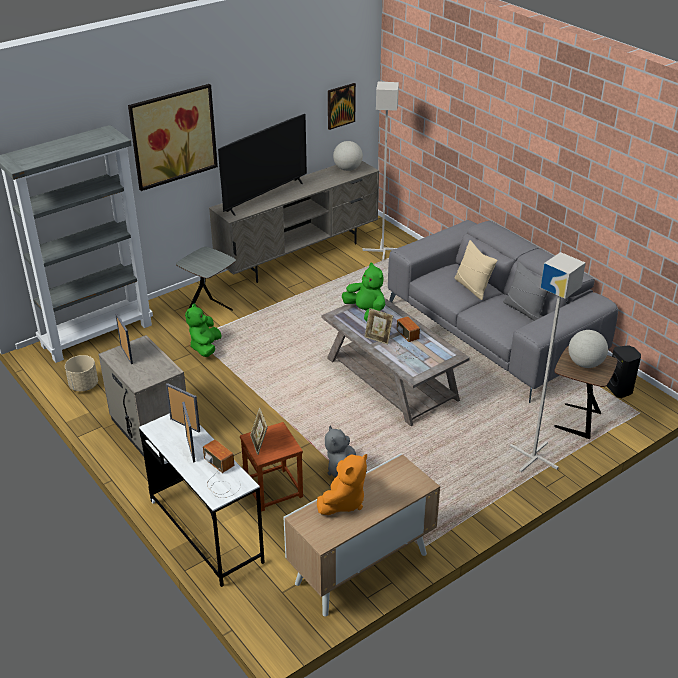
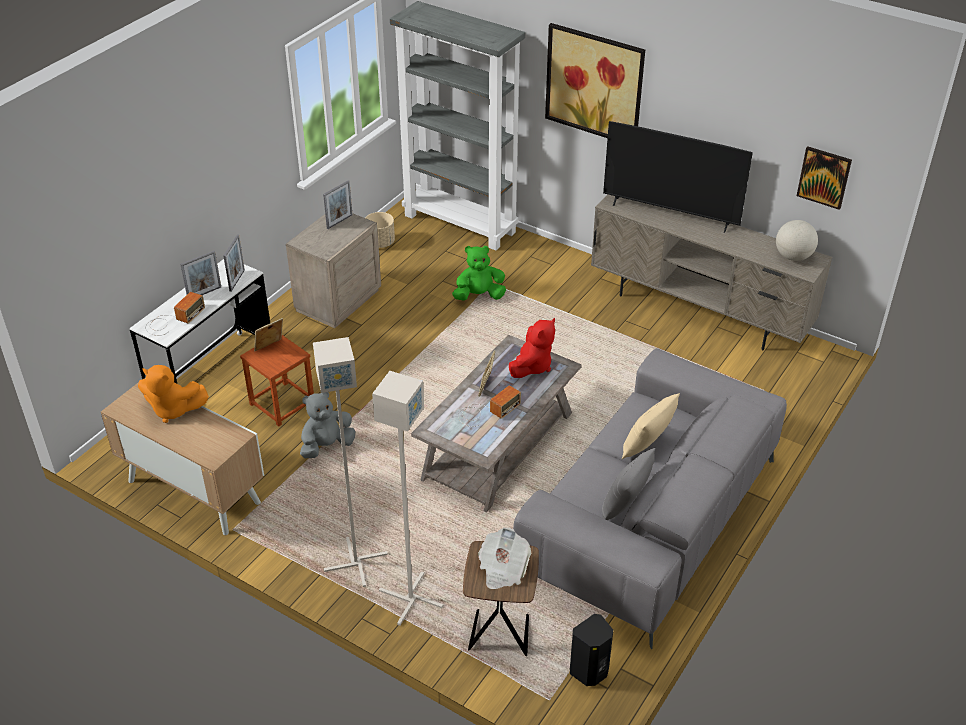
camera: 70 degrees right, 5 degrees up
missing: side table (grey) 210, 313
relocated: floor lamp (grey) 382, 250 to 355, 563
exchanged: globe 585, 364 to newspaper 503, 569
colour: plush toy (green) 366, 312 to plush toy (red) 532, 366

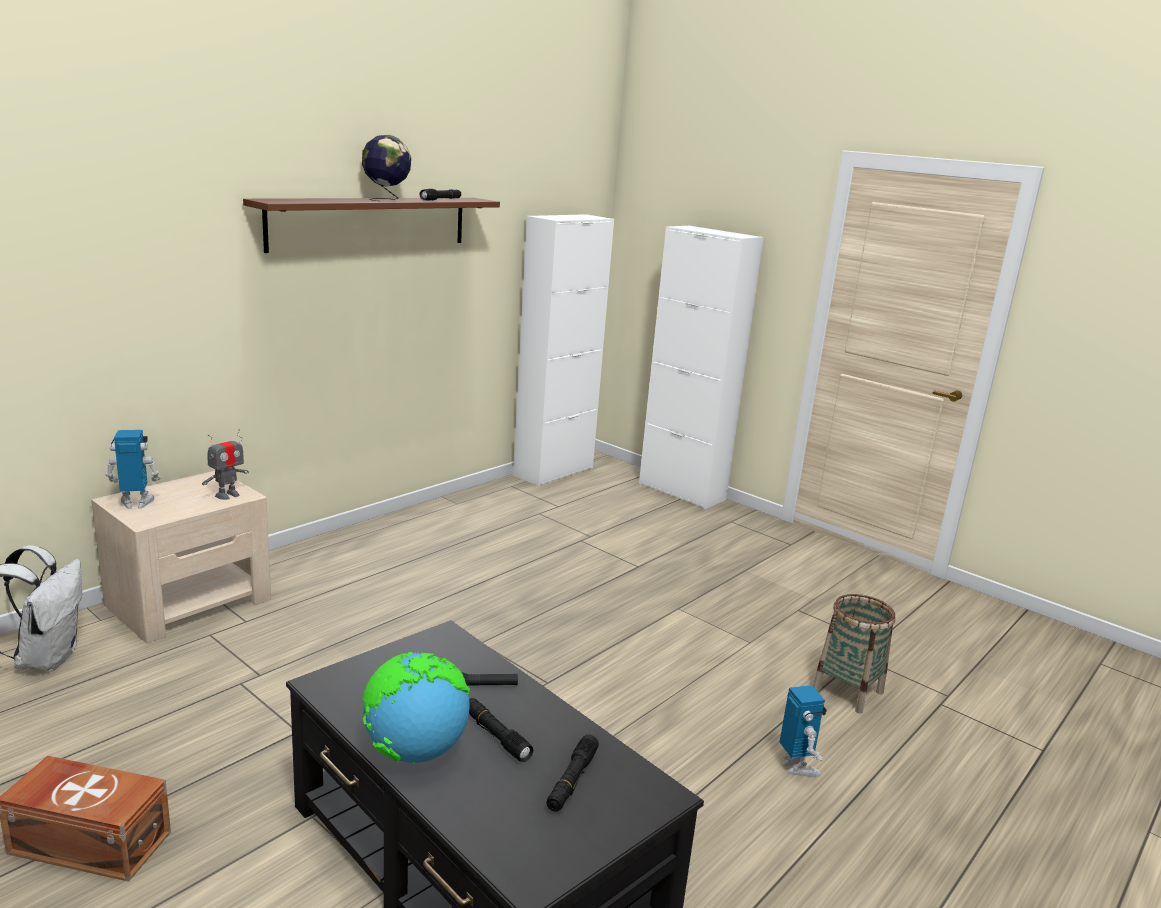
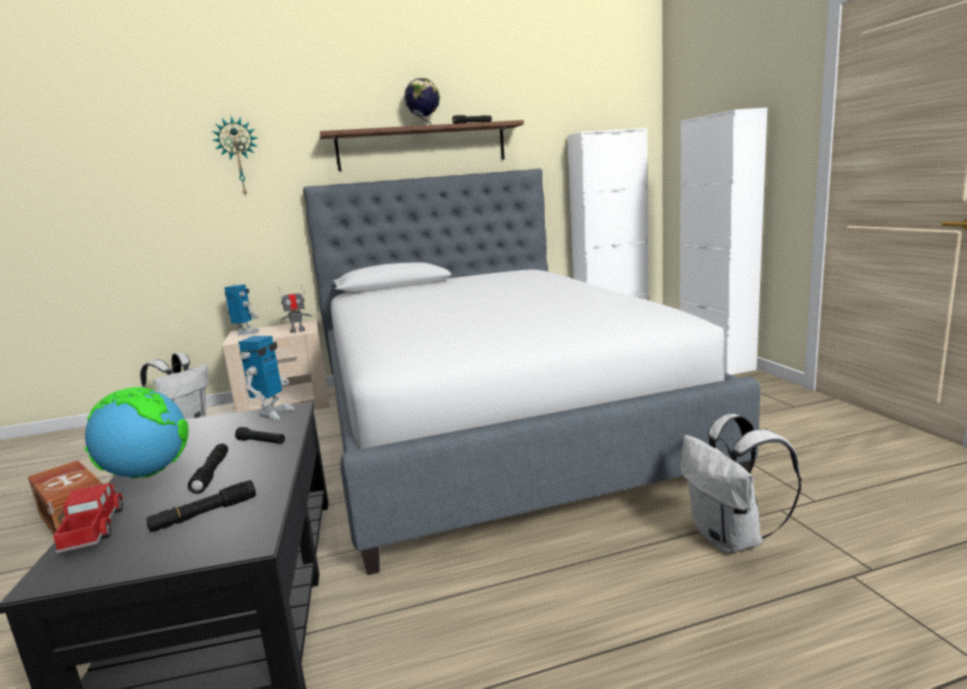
camera: 35 degrees right, 5 degrees down
appeared: toy truck 93, 529; wall clock 238, 157; bed 490, 423
relocated: toy robot 796, 767 to 272, 413
exchanged: basket 847, 691 to backpack (white) 730, 539

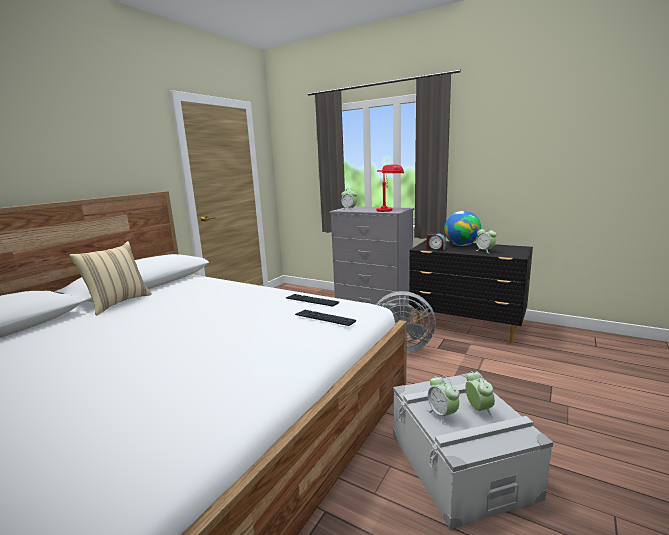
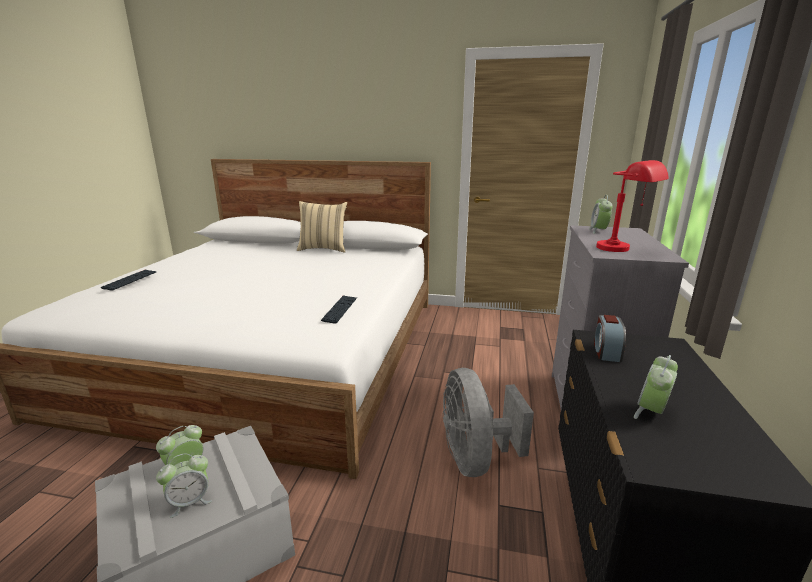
camera: 70 degrees right, 5 degrees up
missing: globe 461, 245
relocated: keyboard 325, 318 to 130, 280

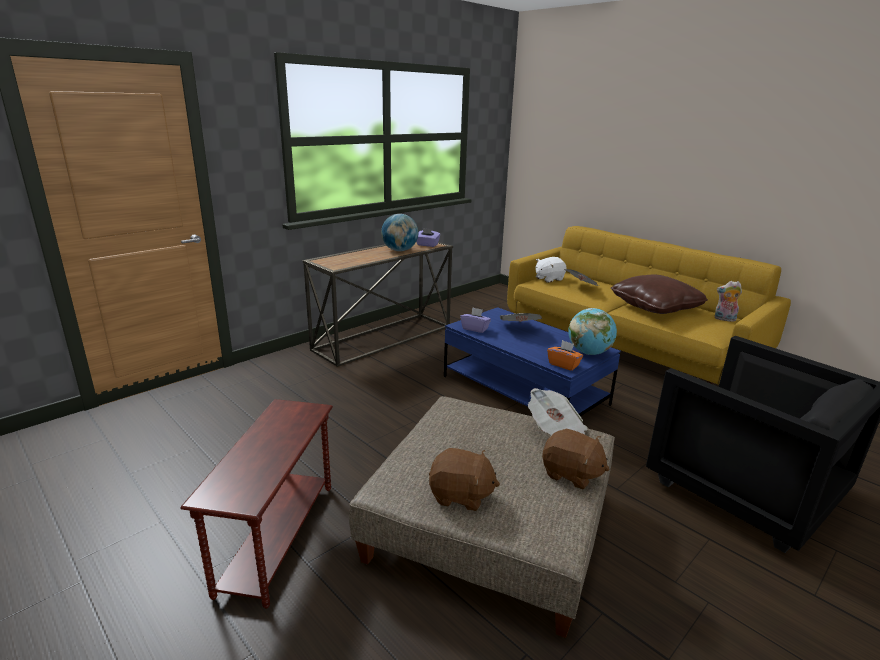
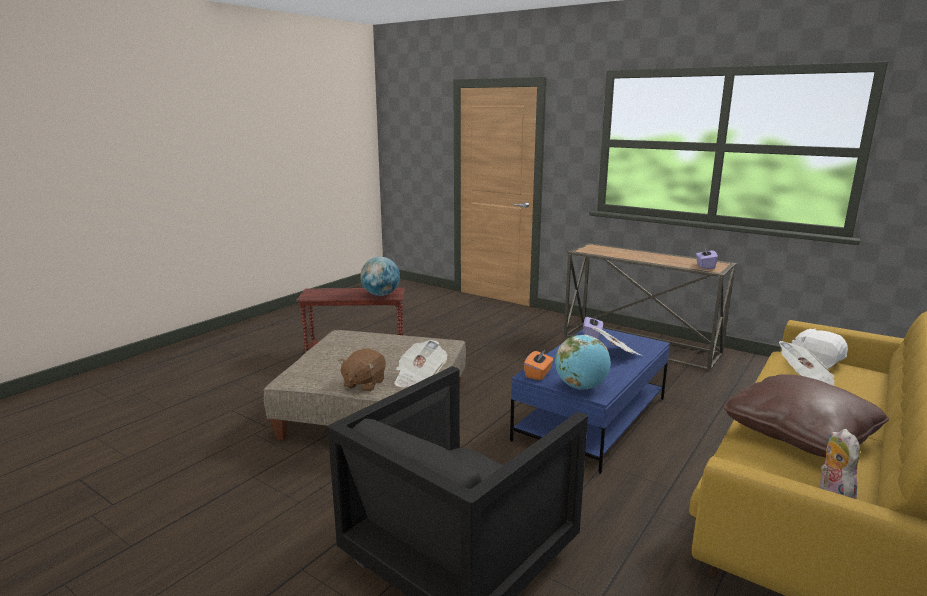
camera: 80 degrees right, 5 degrees down
missing: plush toy (brown) 461, 495
relocated: globe 399, 250 to 380, 295

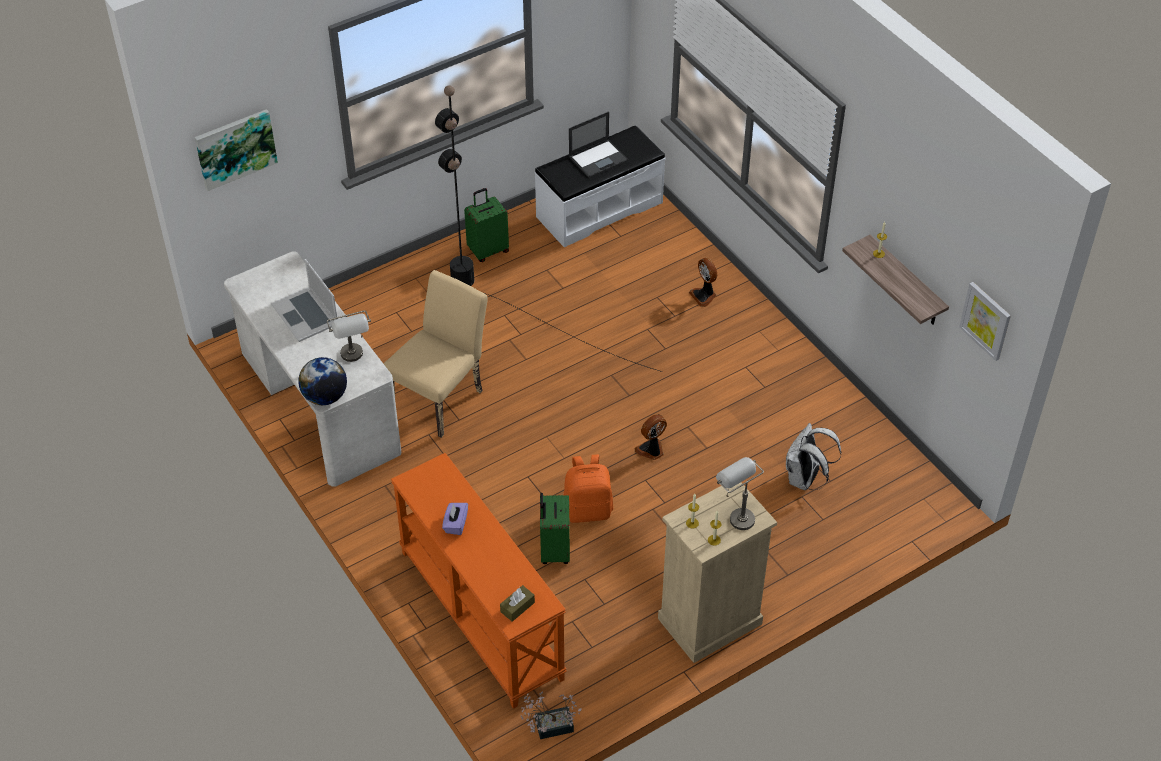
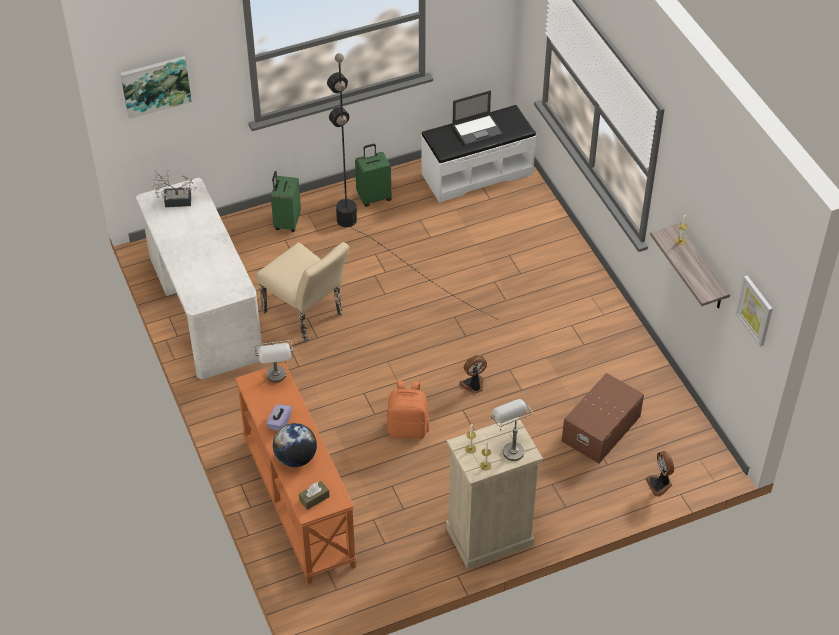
camera: 10 degrees right, 0 degrees up
missing: laptop 305, 314
relocated: globe 325, 397 to 295, 458; table lamp (grey) 354, 358 to 277, 380; potted plant 549, 726 to 174, 200; suitcase (green) 553, 550 to 286, 222; fan 704, 295 to 660, 484
exchanged: backpack (white) 805, 479 to storage box (brown) 600, 428
spun: chair (beige) 441, 396 = 307, 316 90 degrees clockwise

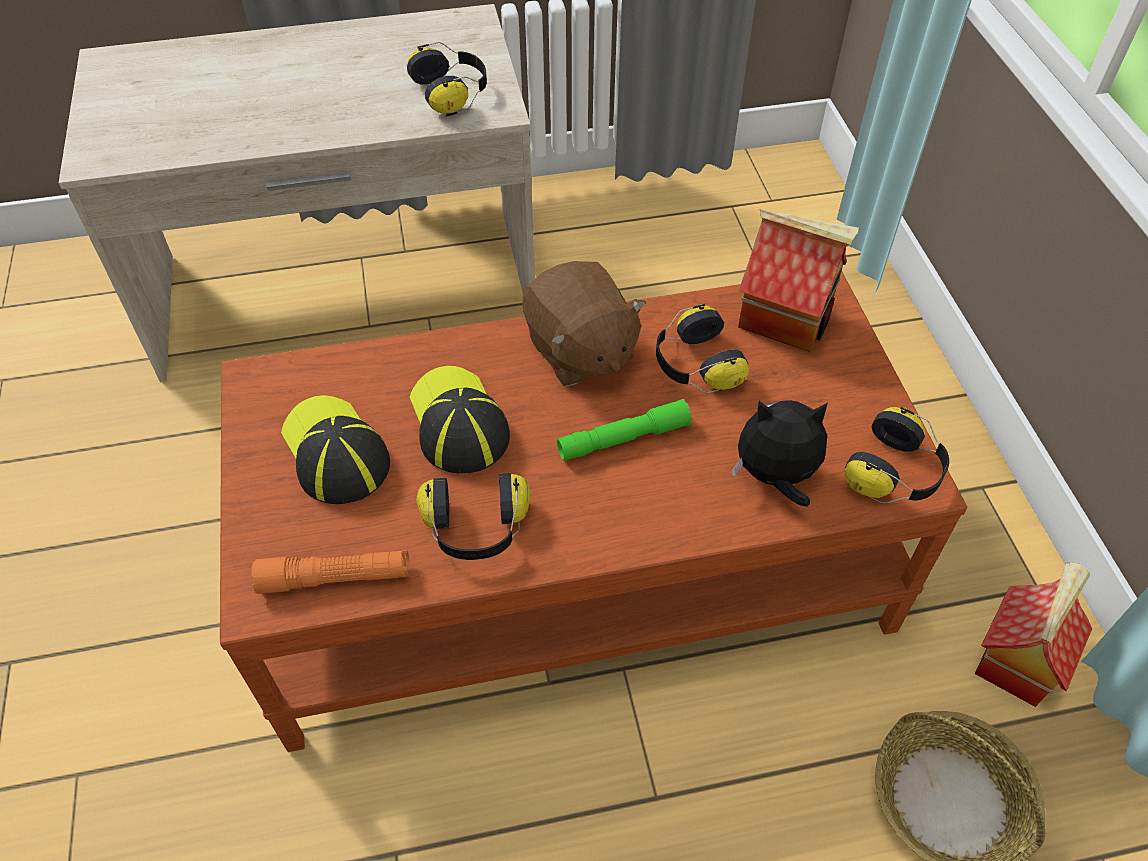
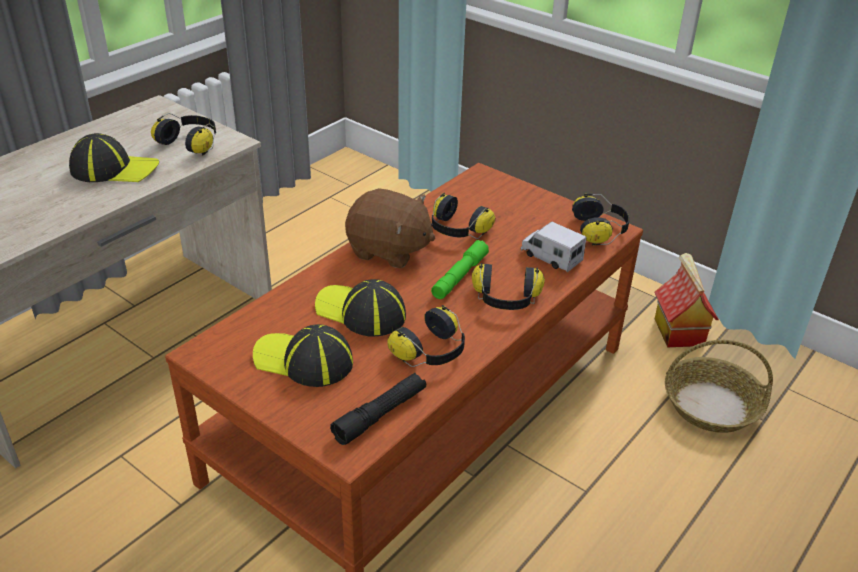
camera: 40 degrees left, 15 degrees down
missing: toy house 786, 318
appeared: cap 114, 169; headphones 506, 300
exchanged: plush toy 775, 477 to toy truck 551, 257
colour: flashlight (orange) 335, 578 to flashlight (black) 380, 415

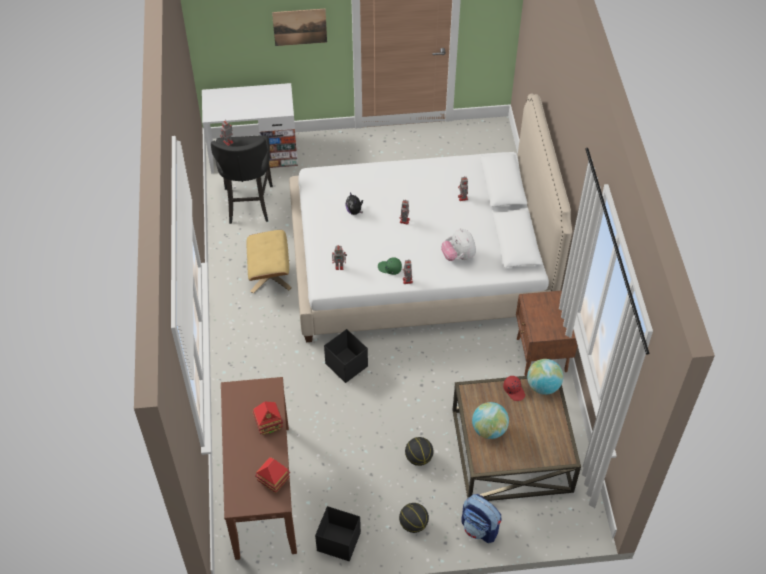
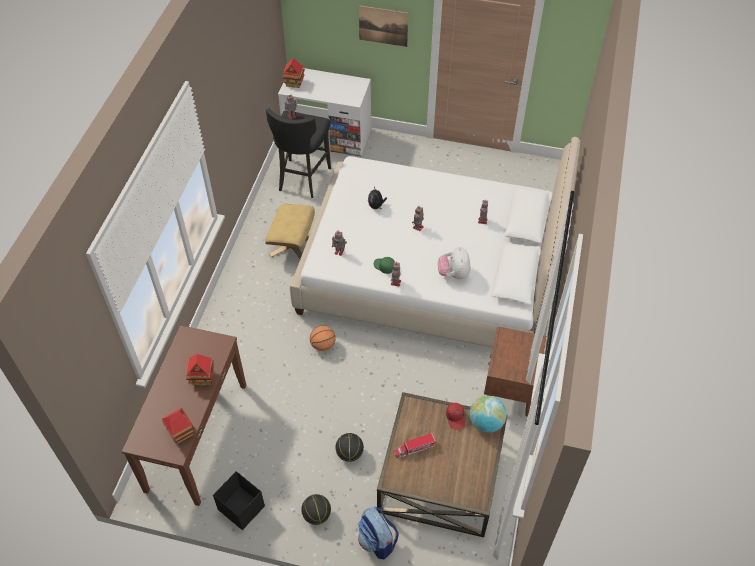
camera: 20 degrees right, 0 degrees up
appeared: toy house 294, 83
exchanged: storage box (black) 346, 364 to basketball 323, 345; globe 489, 429 to toy truck 414, 448

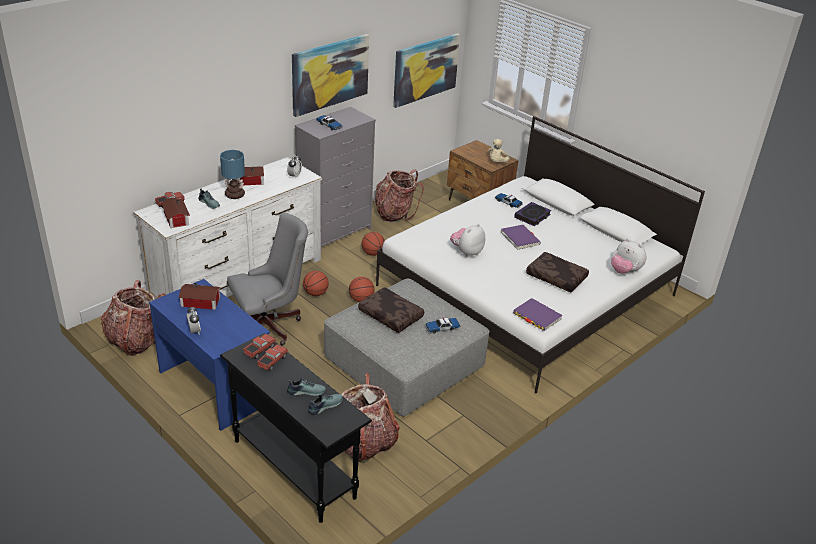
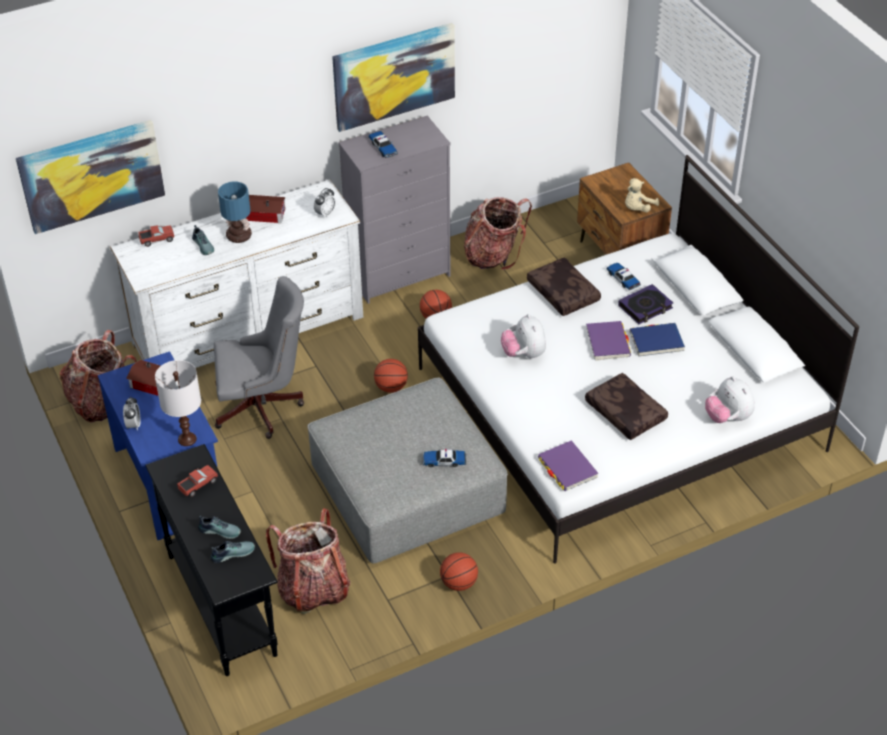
camera: 20 degrees right, 10 degrees up
missing: toy house 175, 219; toy truck 260, 351
appeared: table lamp (white) 187, 439; book (blue) 656, 341
relocated: basketball 315, 293 to 459, 583; pillow (brown) 391, 315 to 564, 293; picture 425, 69 to 91, 175
spun: plush toy 466, 252 = 524, 354 75 degrees counterclockwise

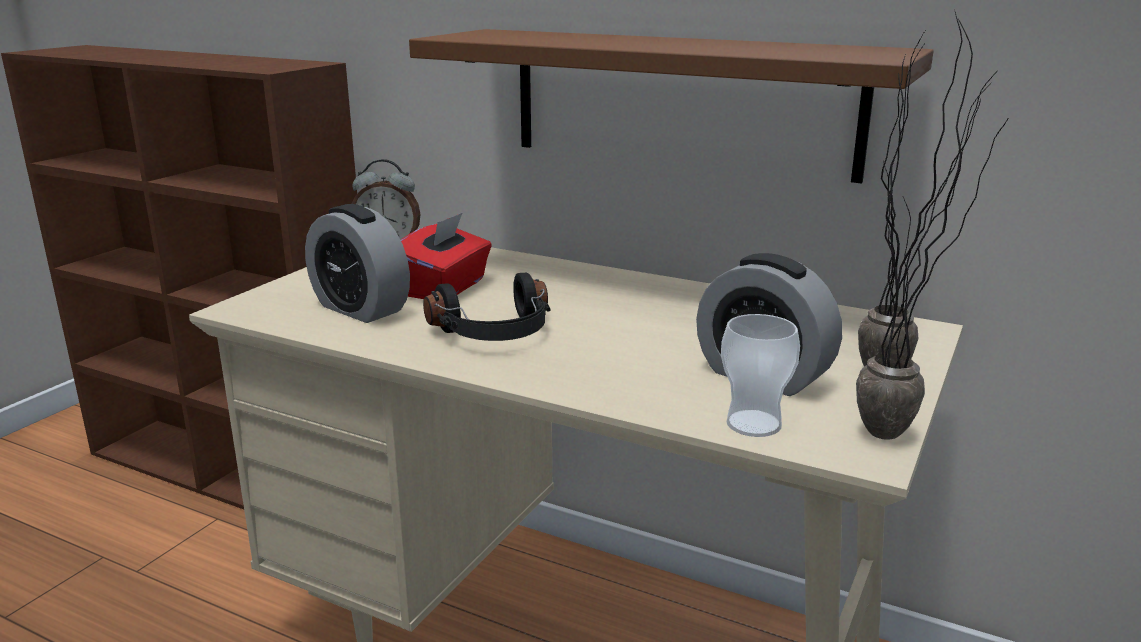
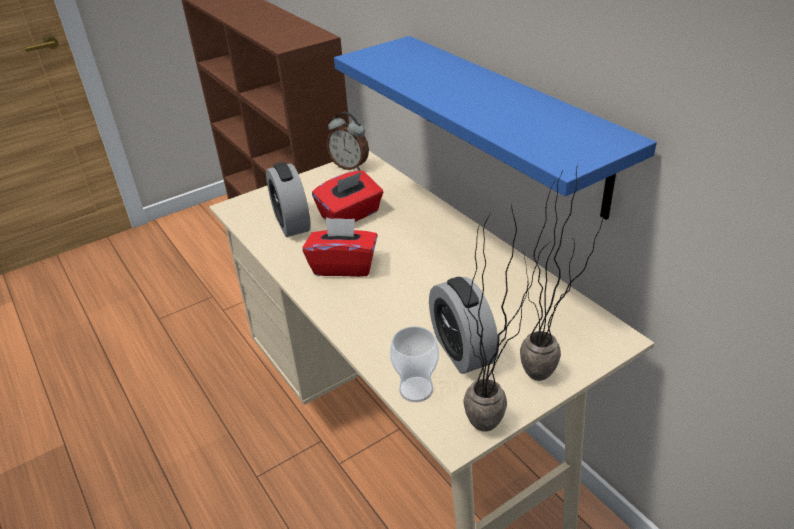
camera: 30 degrees right, 15 degrees up
exchanged: headphones (black) 496, 334 to tissue box (red) 344, 266
colour: shelf (brown) 681, 101 to shelf (blue) 509, 122

